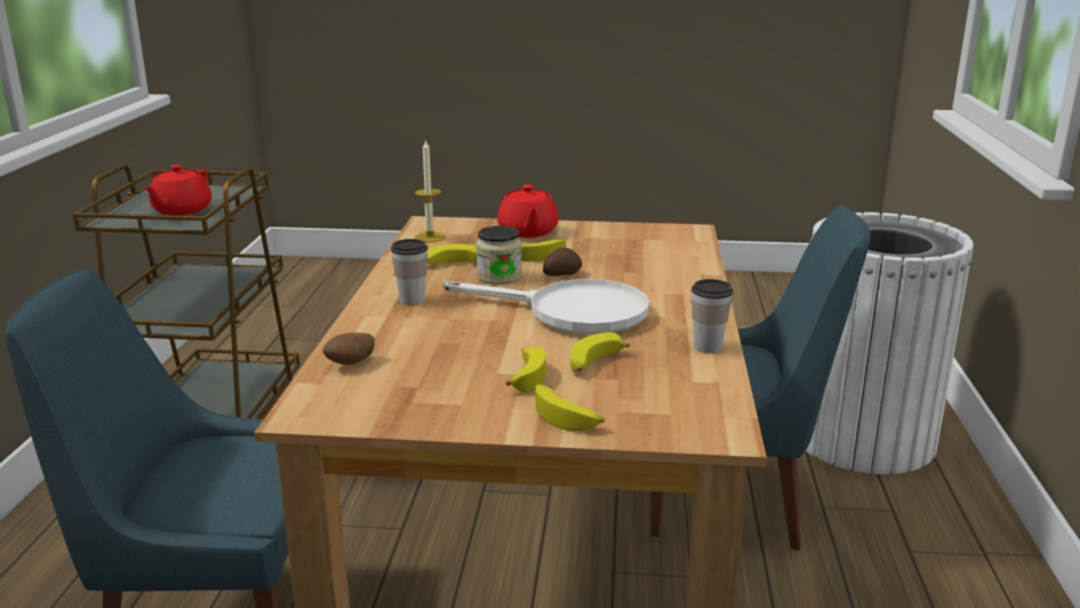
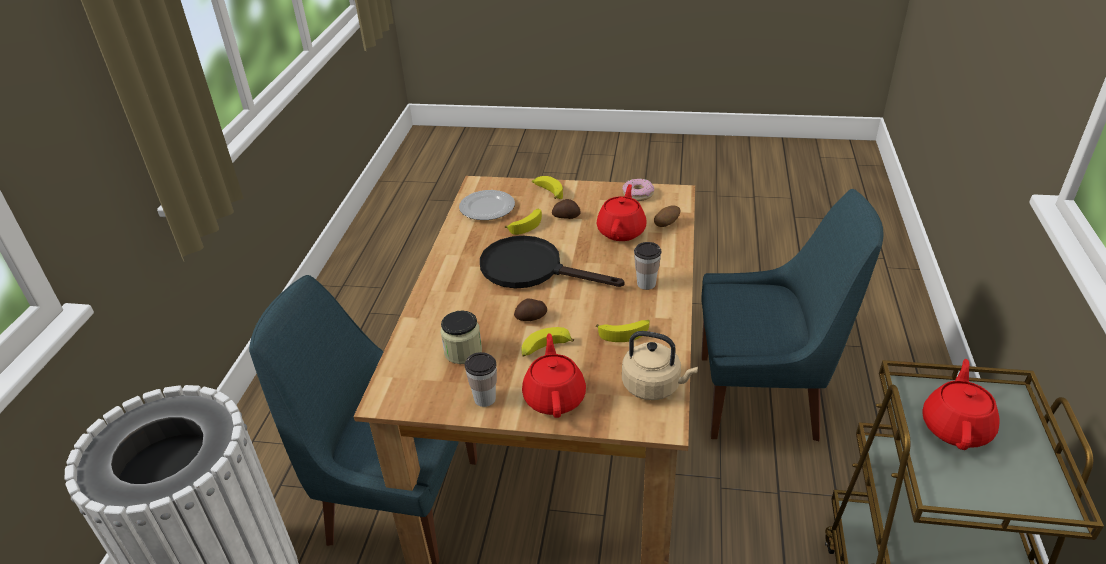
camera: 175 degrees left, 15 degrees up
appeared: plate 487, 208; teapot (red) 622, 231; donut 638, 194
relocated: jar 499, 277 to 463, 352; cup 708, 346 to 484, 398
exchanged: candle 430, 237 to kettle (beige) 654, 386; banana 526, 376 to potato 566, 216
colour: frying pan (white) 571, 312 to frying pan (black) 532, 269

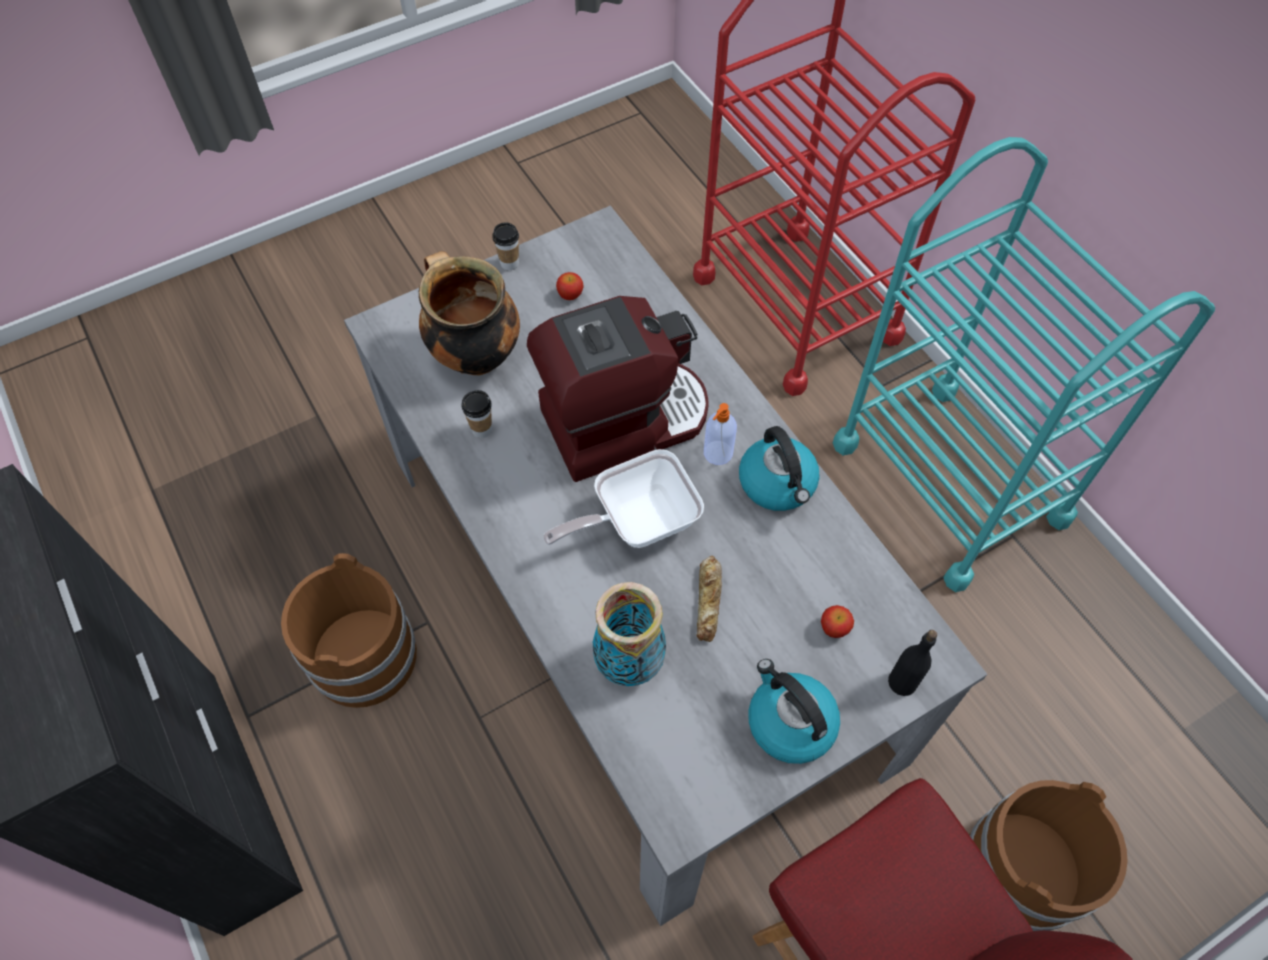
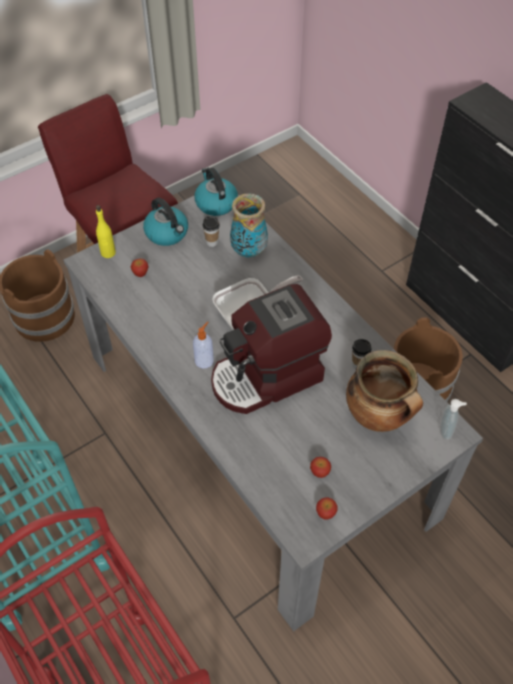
camera: 175 degrees right, 5 degrees down
missing: bread 709, 600
appeared: apple 325, 513; soap dispenser 446, 430
relocated: cup 509, 263 to 212, 242; kettle 778, 484 to 215, 203
colour: bottle (black) 902, 681 to bottle (yellow) 108, 253

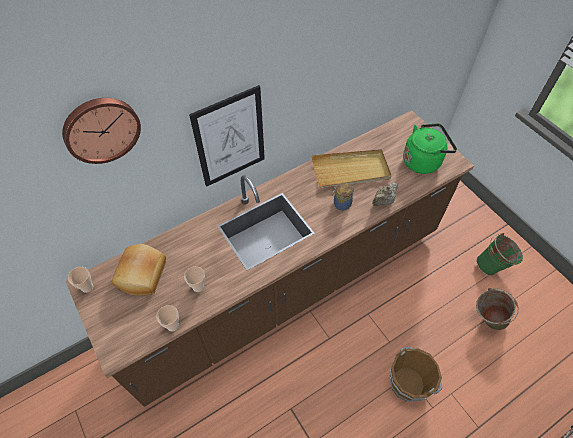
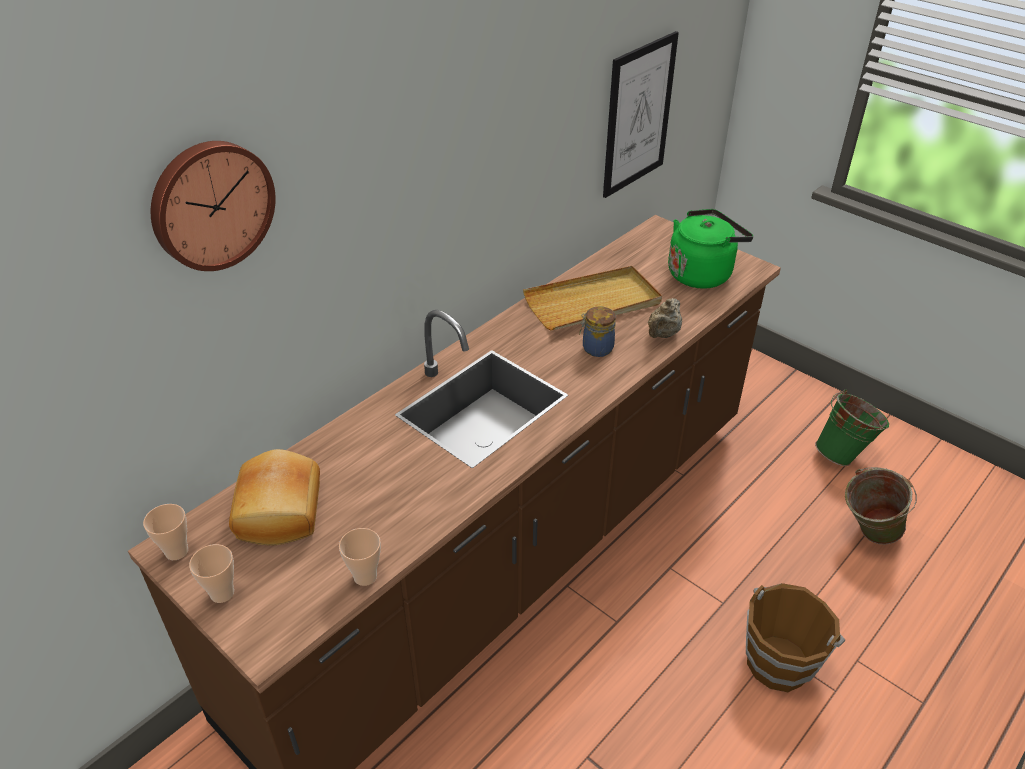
camera: 15 degrees left, 15 degrees down
relocated: cup 198, 287 to 222, 593; picture 230, 138 to 638, 115

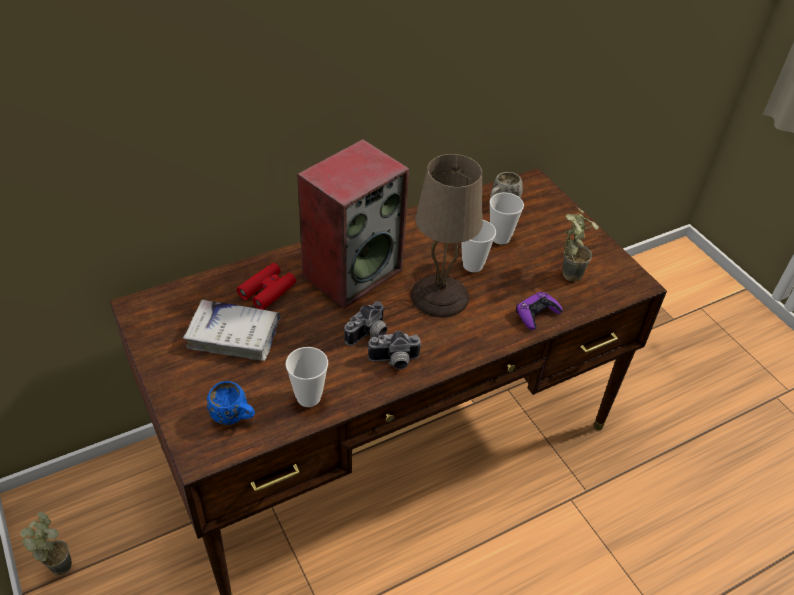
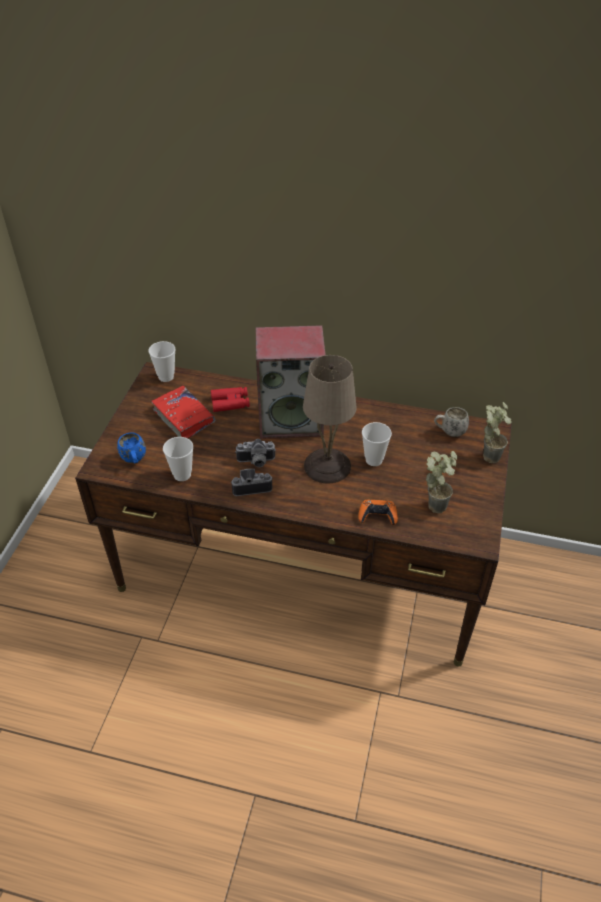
camera: 45 degrees right, 0 degrees up
relocated: potted plant 57, 562 to 489, 453; cup 500, 238 to 166, 377
colour: book (white) 234, 335 to book (red) 184, 417; game controller (purple) 537, 314 to game controller (orange) 377, 515
spun: photo camera 394, 361 = 251, 486 135 degrees clockwise

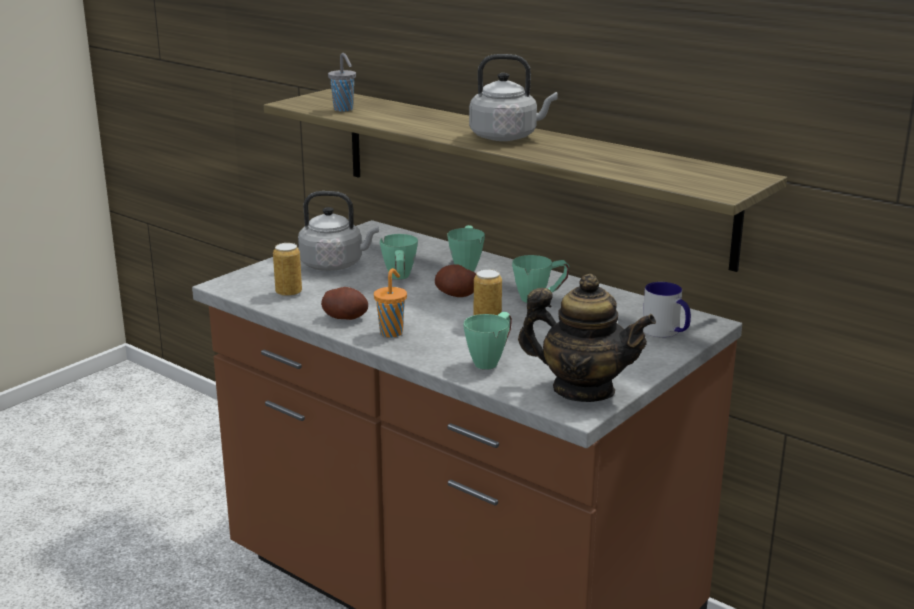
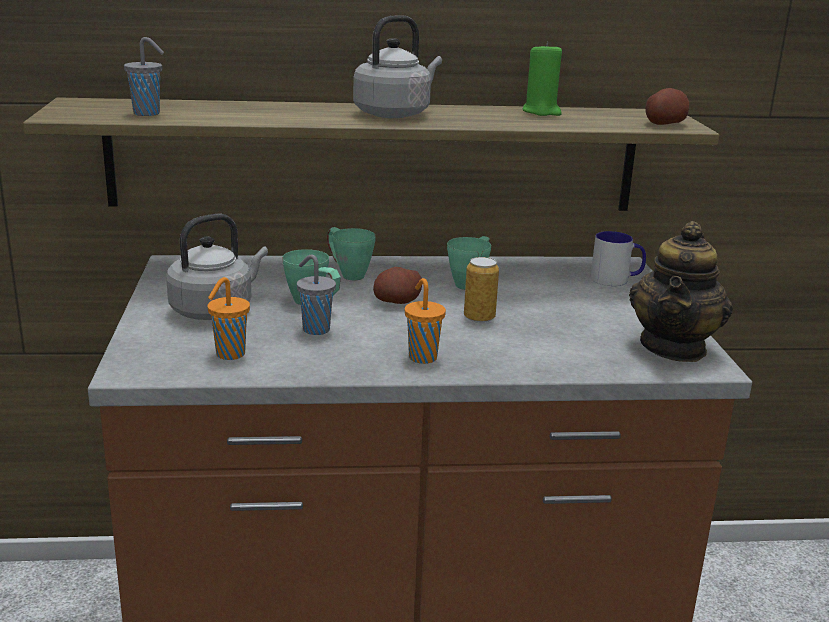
camera: 45 degrees left, 0 degrees up
missing: mug (green) 491, 360
appeared: cup (grey) 315, 329; candle (green) 541, 112
relocated: potato 345, 317 to 664, 124
exchanged: can 288, 293 to cup (orange) 229, 355
spun: teapot 583, 390 = 674, 347 135 degrees clockwise

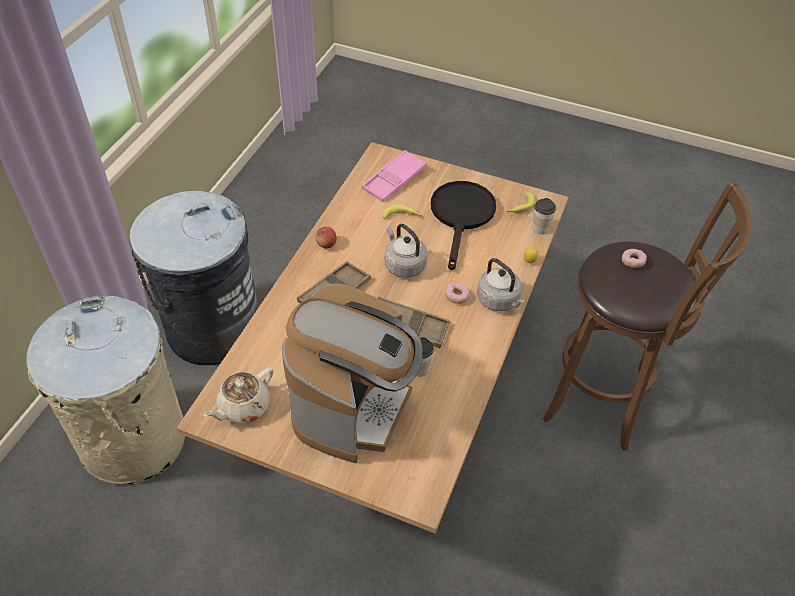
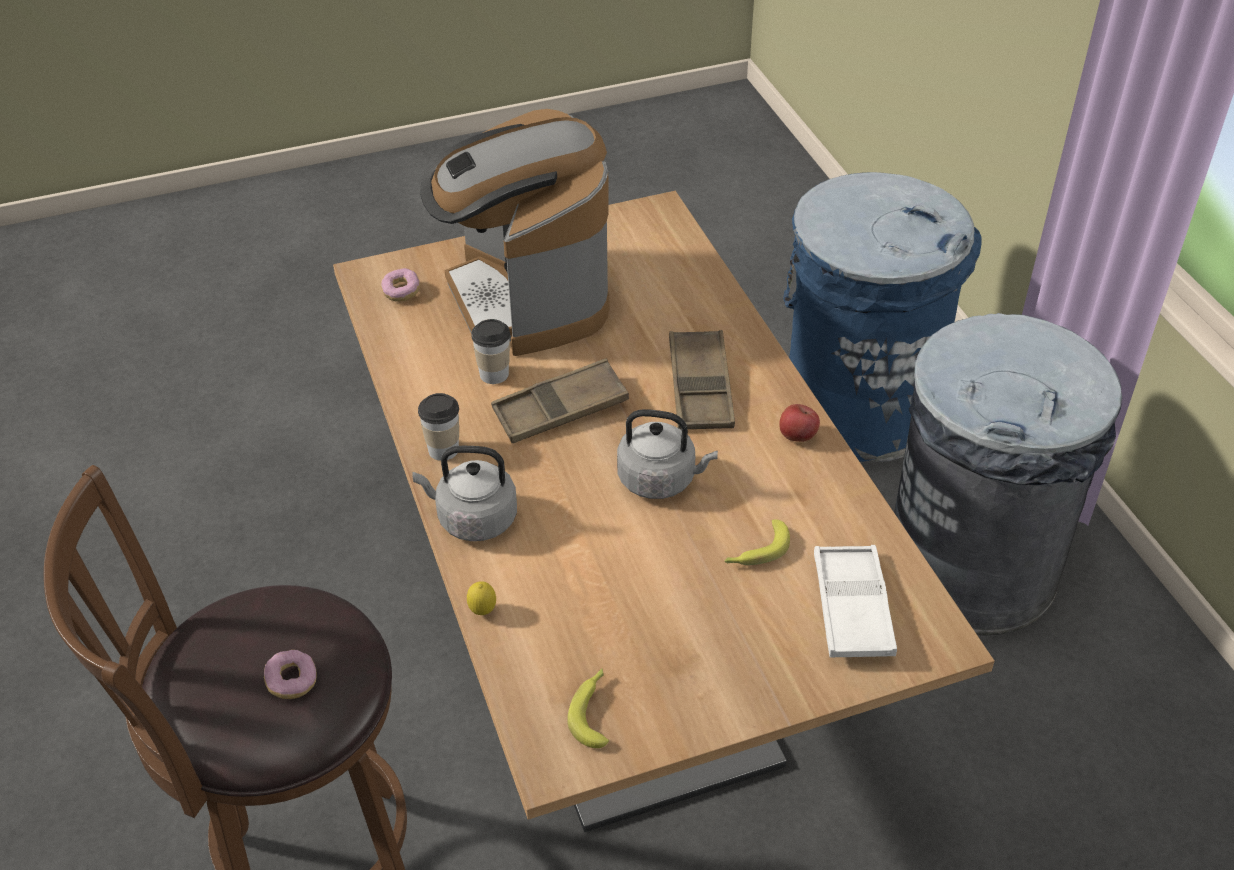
camera: 140 degrees right, 5 degrees down
missing: teapot (beige) 243, 407; frying pan (black) 461, 216
relocated: donut 456, 297 to 401, 292; cup 540, 228 to 443, 450
colour: trash can (beige) 132, 439 to trash can (blue) 858, 408; tray (pink) 394, 180 to tray (white) 852, 608

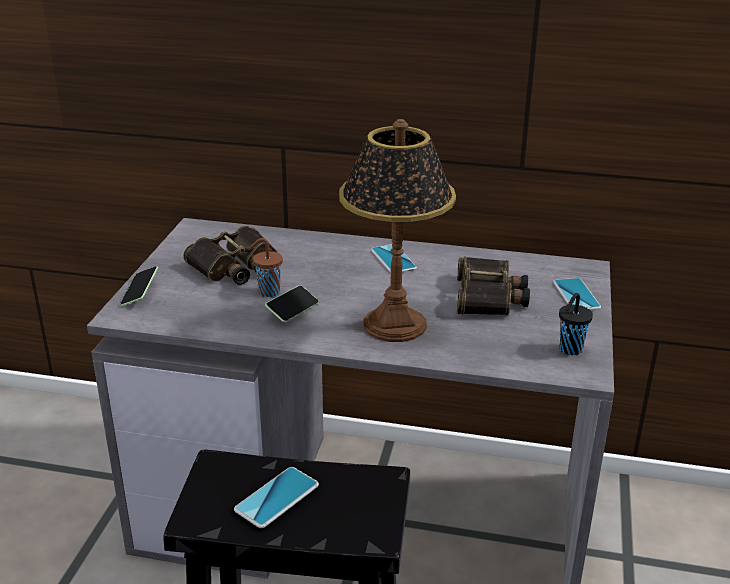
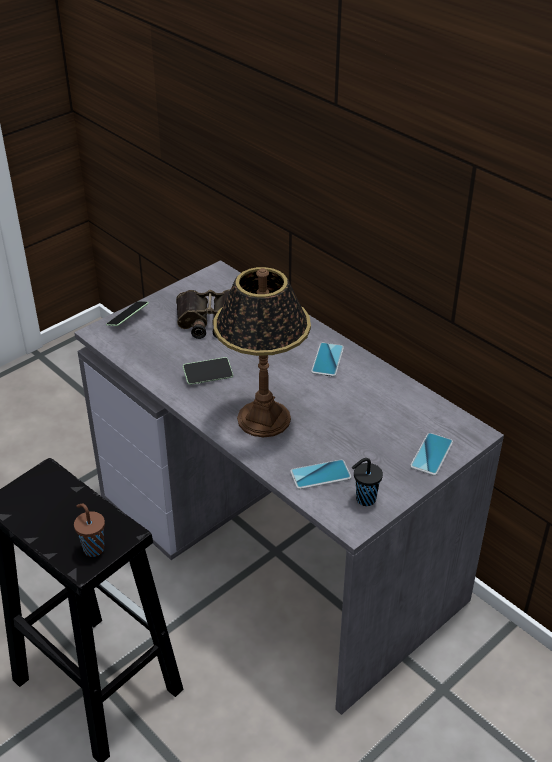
camera: 35 degrees right, 10 degrees up
missing: binoculars 489, 297
relocated: phone 277, 498 to 320, 475; cup (brown) 268, 292 to 93, 548

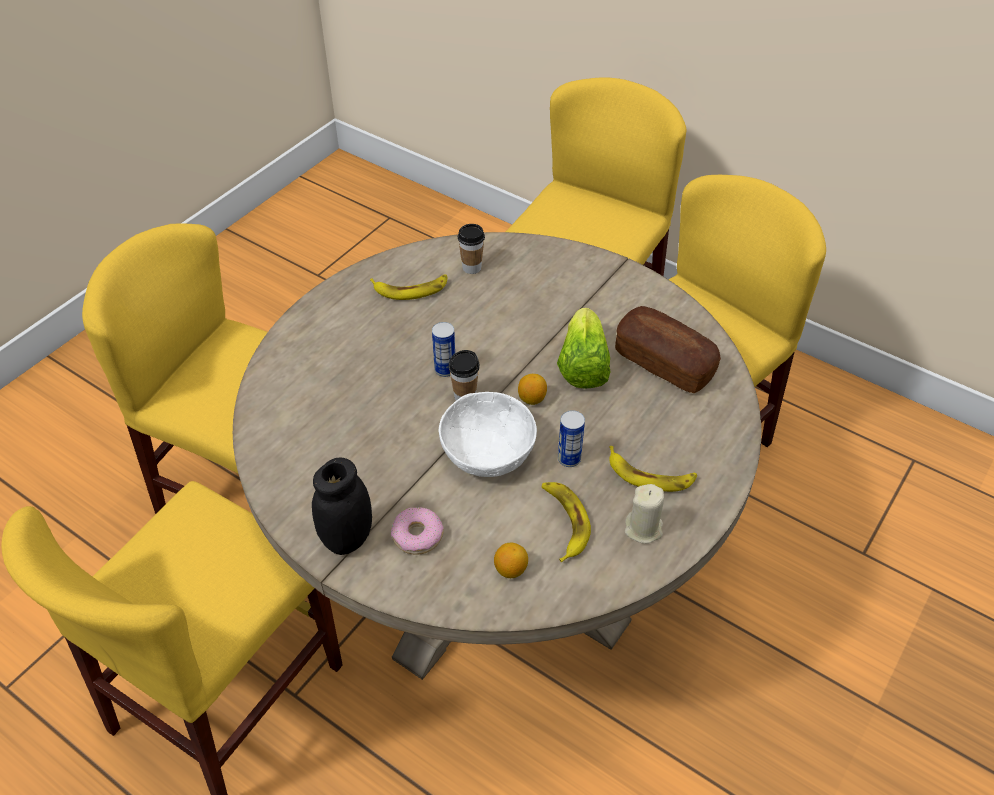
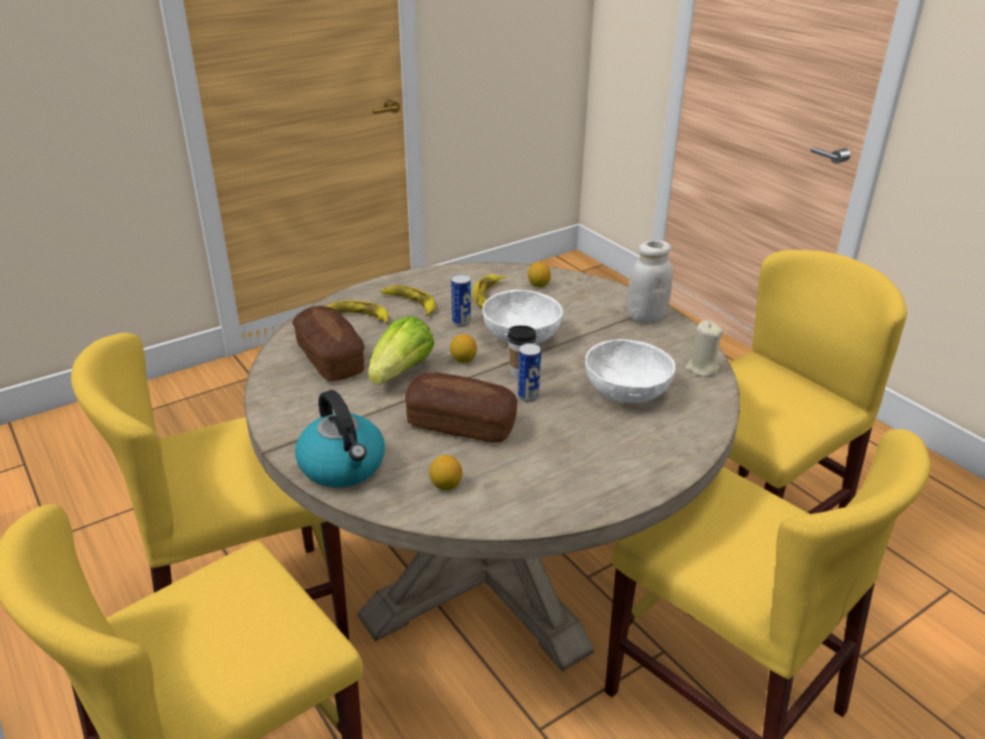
camera: 160 degrees left, 15 degrees down
missing: donut 417, 535
appeared: kettle 343, 466; bread 461, 424; bowl (white) 626, 392
relocated: banana 411, 289 to 356, 317; candle (beige) 643, 529 to 701, 369
exchanged: cup 471, 267 to lemon 446, 485
colour: jar (black) 347, 538 to jar (white) 646, 317

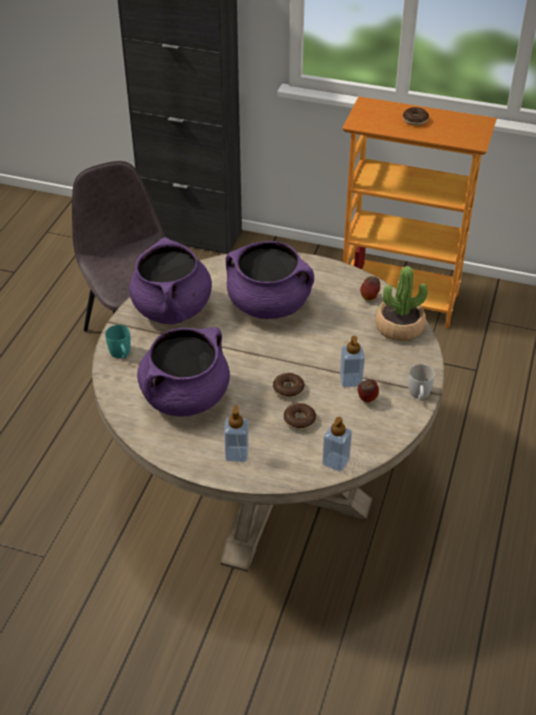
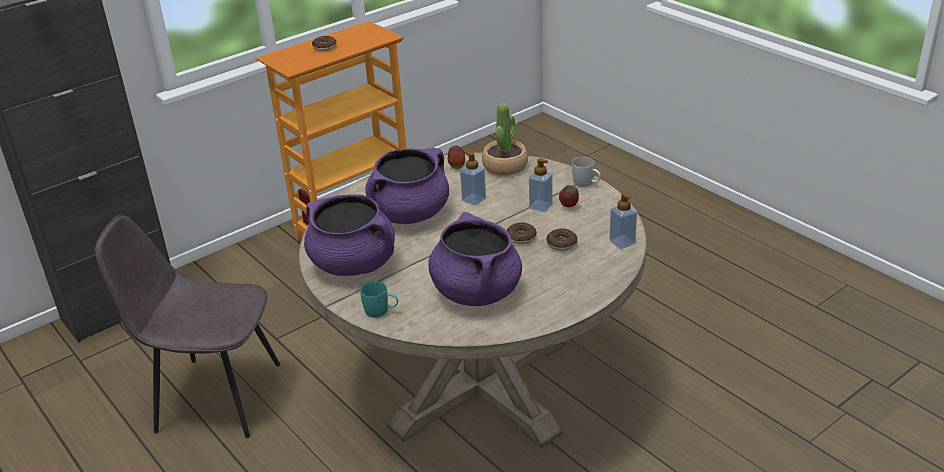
camera: 55 degrees left, 10 degrees down
relocated: soap dispenser 237, 454 to 474, 200

